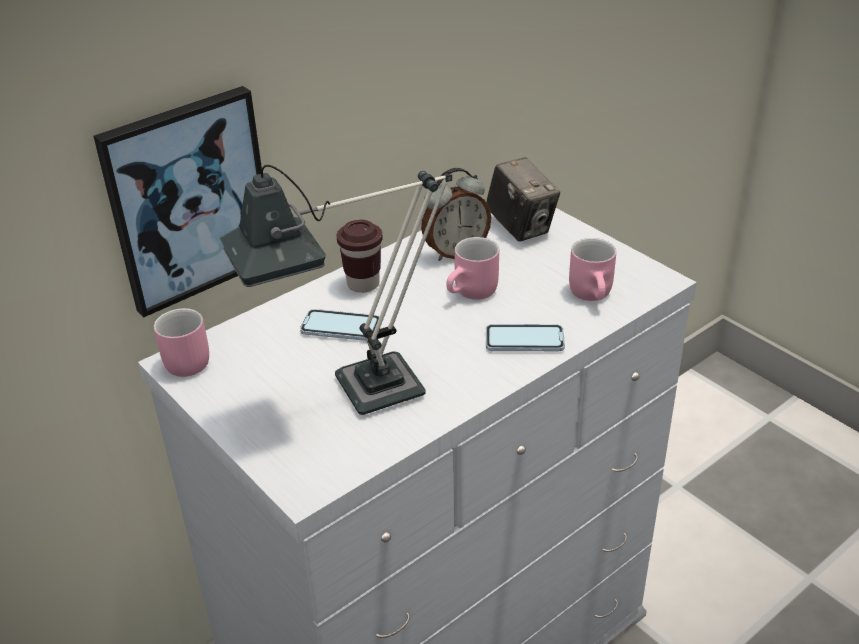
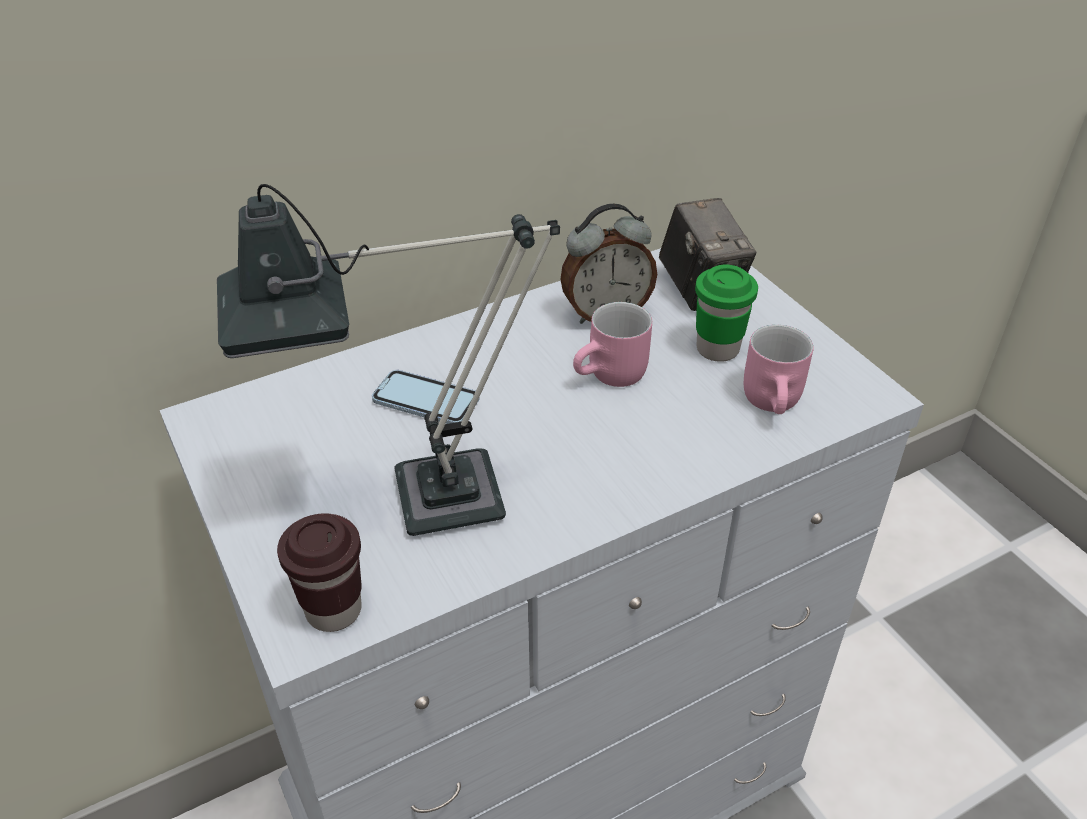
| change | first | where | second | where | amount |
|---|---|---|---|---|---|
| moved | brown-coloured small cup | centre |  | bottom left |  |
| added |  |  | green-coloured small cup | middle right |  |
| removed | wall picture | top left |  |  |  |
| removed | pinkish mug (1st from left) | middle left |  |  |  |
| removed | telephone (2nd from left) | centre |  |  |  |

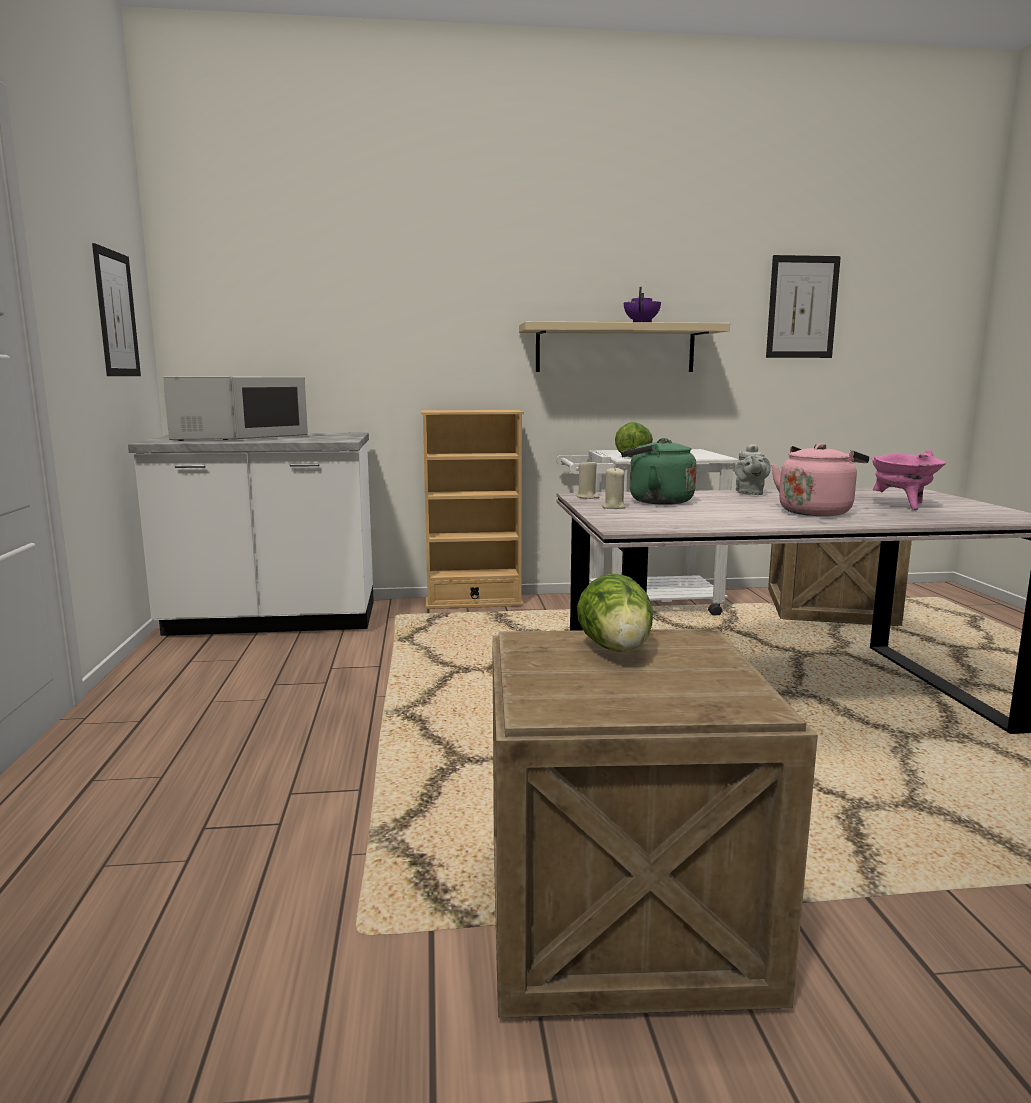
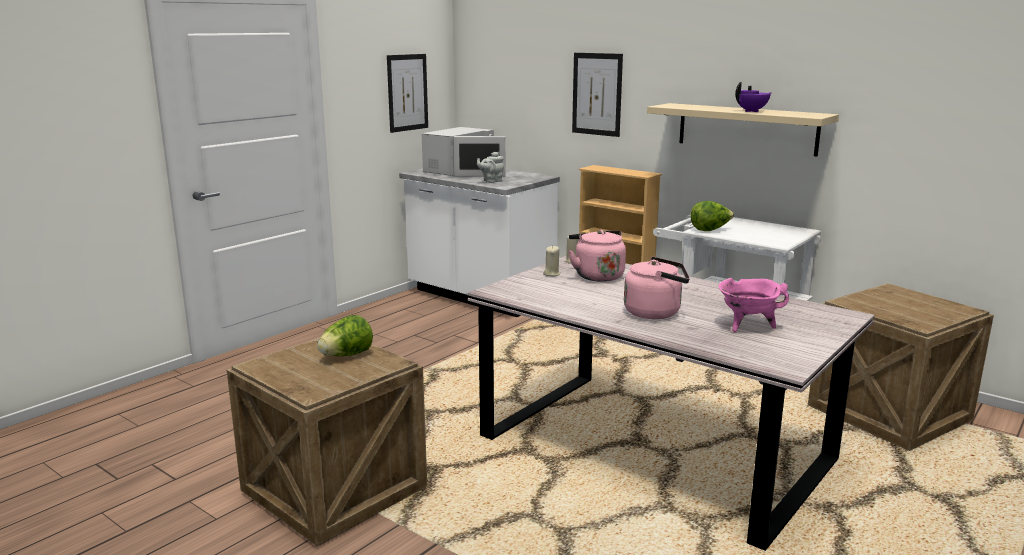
| change | first | where | second | where | amount |
|---|---|---|---|---|---|
| moved | gray teapot | middle right |  | top centre |  |
| recoloured | green-coloured tea kettle | centre | pinkish tea kettle (1st from left) | centre |  |
| moved | wall picture (2nd from left) | top right |  | top centre |  |

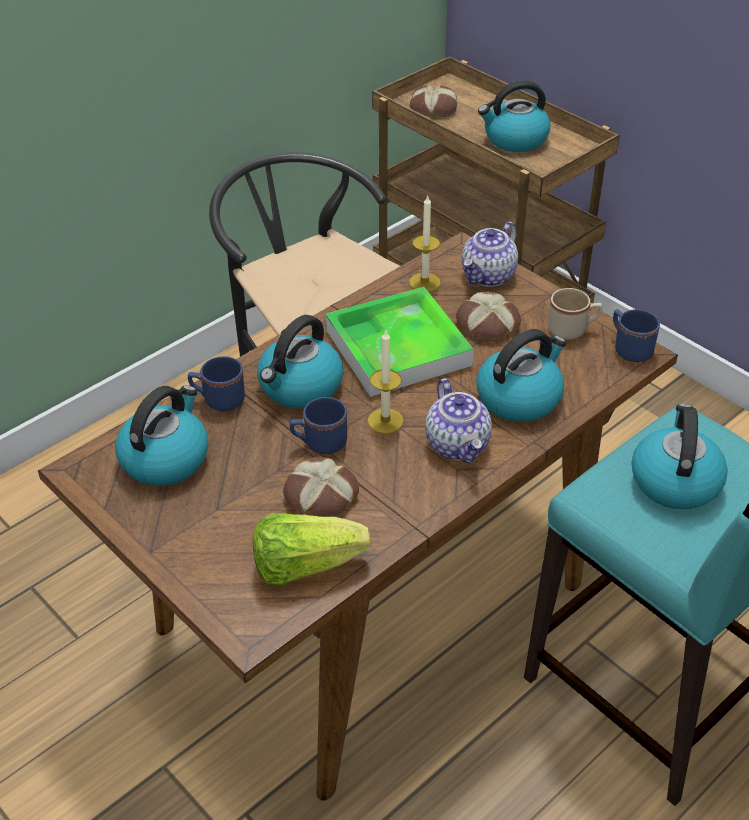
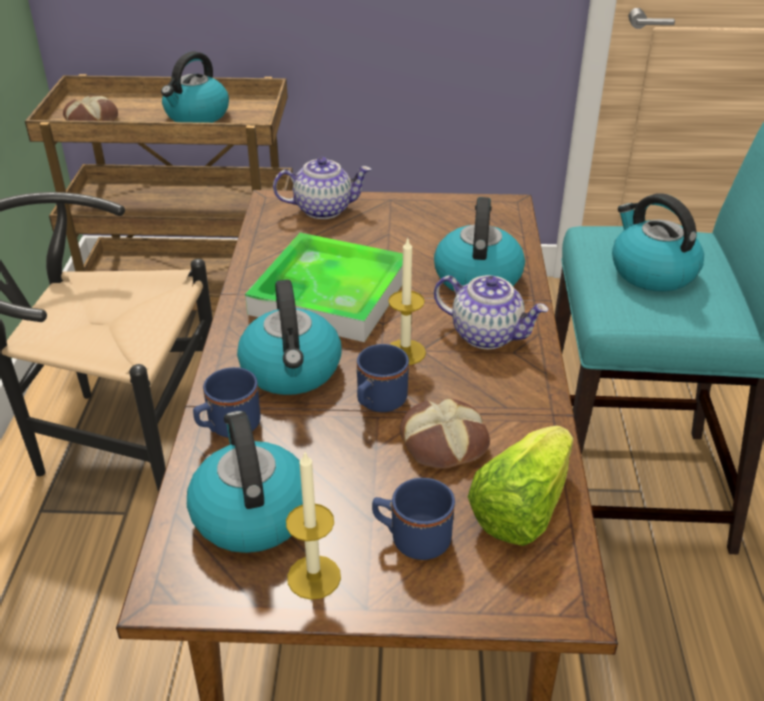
| change | first | where | second | where | amount |
|---|---|---|---|---|---|
| turned | teapot (2nd from left in the first image) | top centre | teapot (1st from left) | top centre | 90 degrees counterclockwise |
| moved | candle (2nd from left in the first image) | top centre | candle (1st from left) | bottom centre |  |
| moved | blue-coloured mug (3rd from left) | middle right |  | bottom centre |  |
| removed | bread (3rd from left) | centre |  |  |  |
| removed | beige mug | middle right |  |  |  |

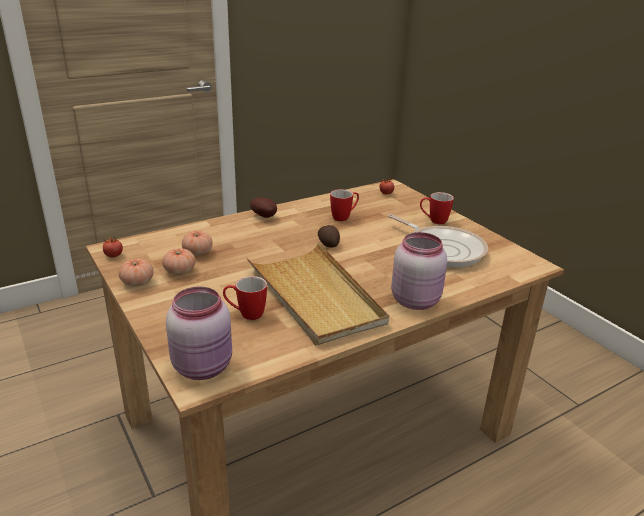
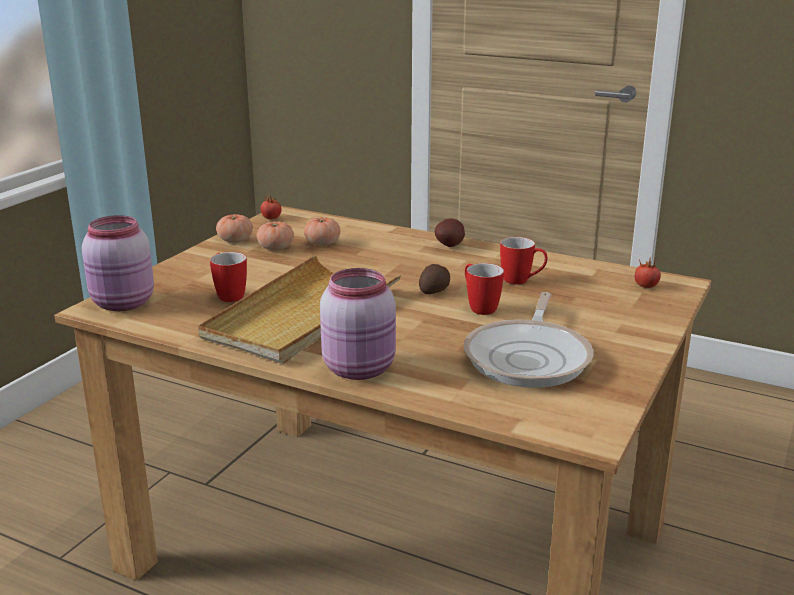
| change | first | where | second | where | amount |
|---|---|---|---|---|---|
| moved | mug (3rd from left in the first image) | middle right | mug (2nd from left) | centre |  |

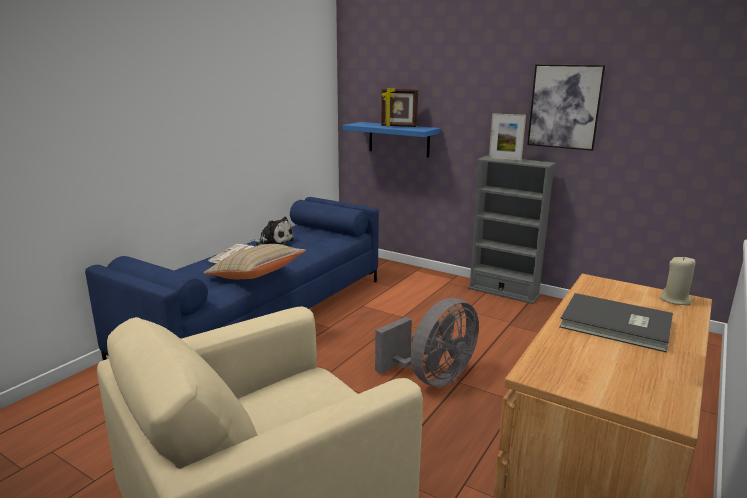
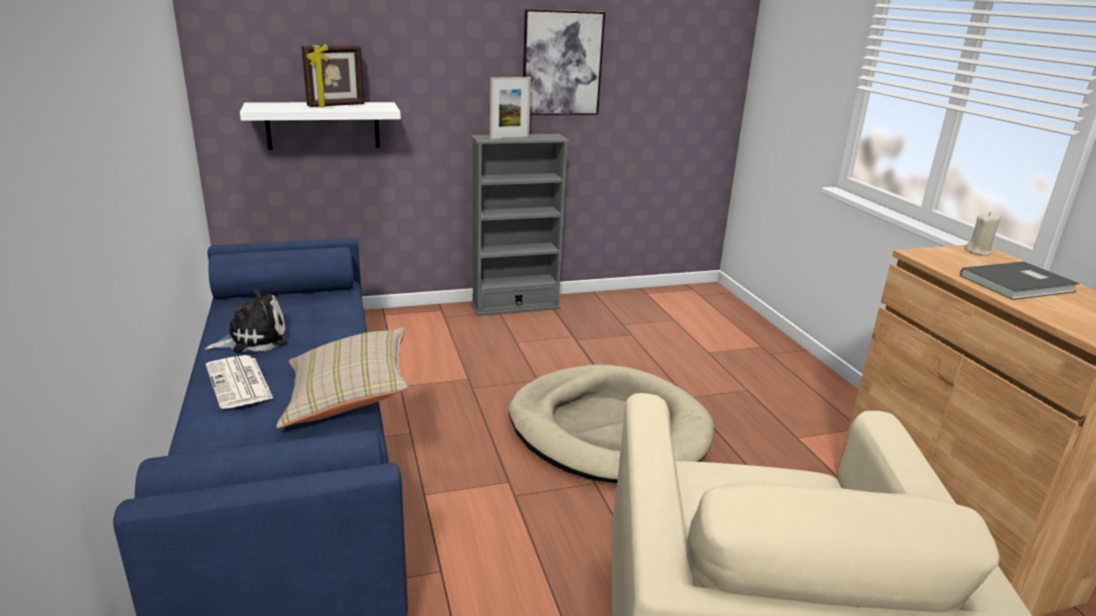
| change | first | where | second | where | amount |
|---|---|---|---|---|---|
| recoloured | blue-coloured bracket shelf | top centre | whitish bracket shelf | top left |  |
| replaced | gray electric fan | bottom centre | beige dog cushion | bottom centre |  |

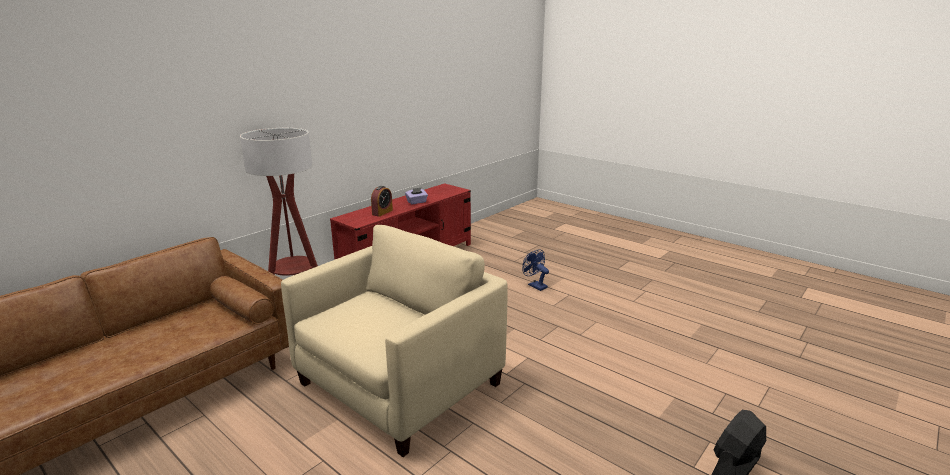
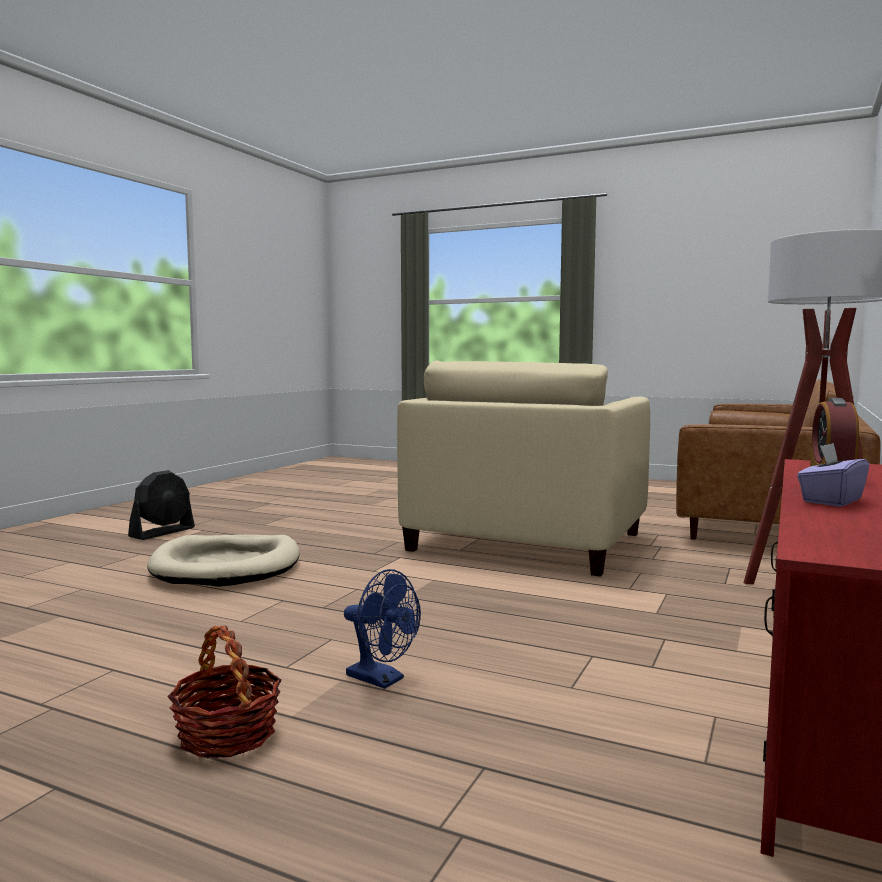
| change | first | where | second | where | amount |
|---|---|---|---|---|---|
| added |  |  | beige dog cushion | middle left |  |
| added |  |  | storage basket | bottom left |  |

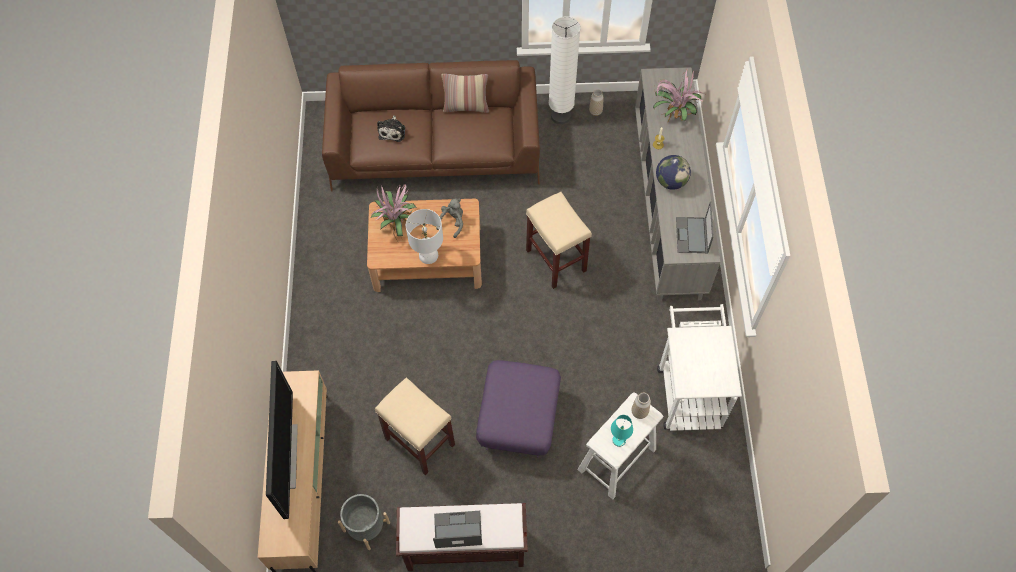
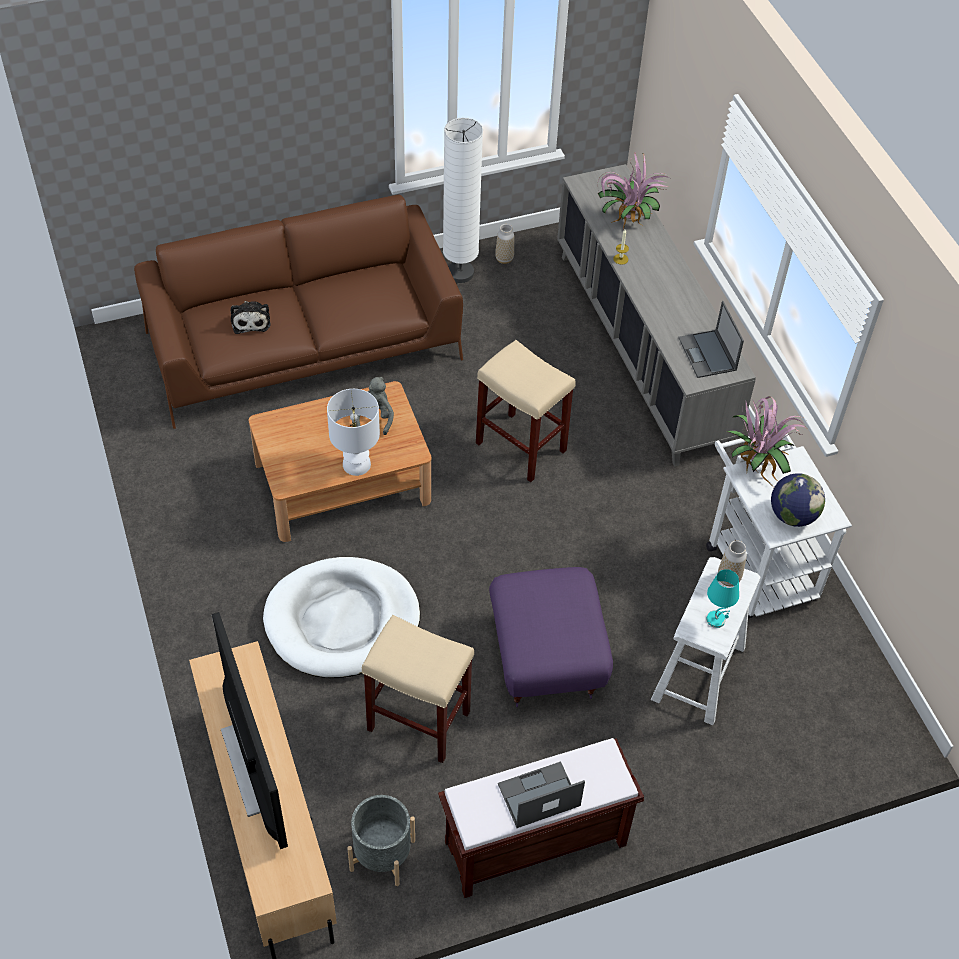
| change | first | where | second | where | amount |
|---|---|---|---|---|---|
| added |  |  | whitish dog cushion | centre |  |
| moved | potted plant (1st from left in the first image) | centre | potted plant (2nd from left) | middle right |  |
| moved | world globe | top centre |  | middle right |  |
| removed | throw pillow | top centre |  |  |  |

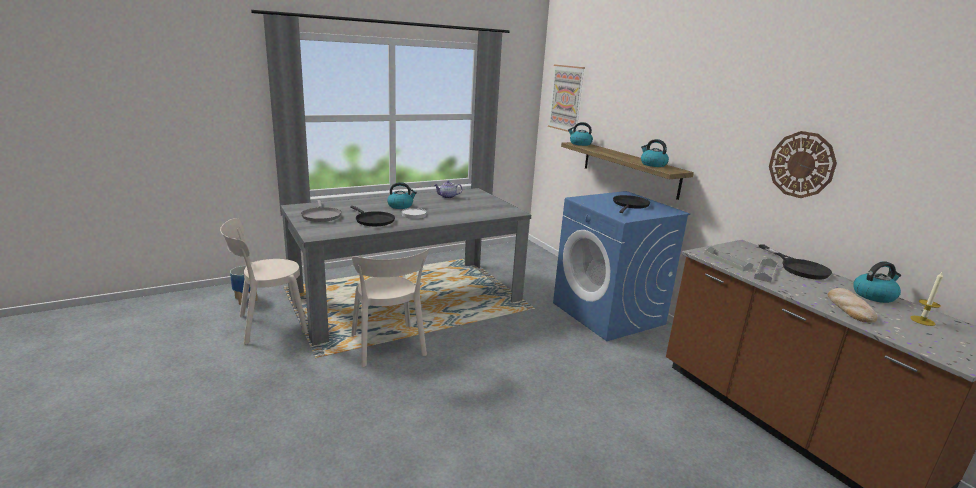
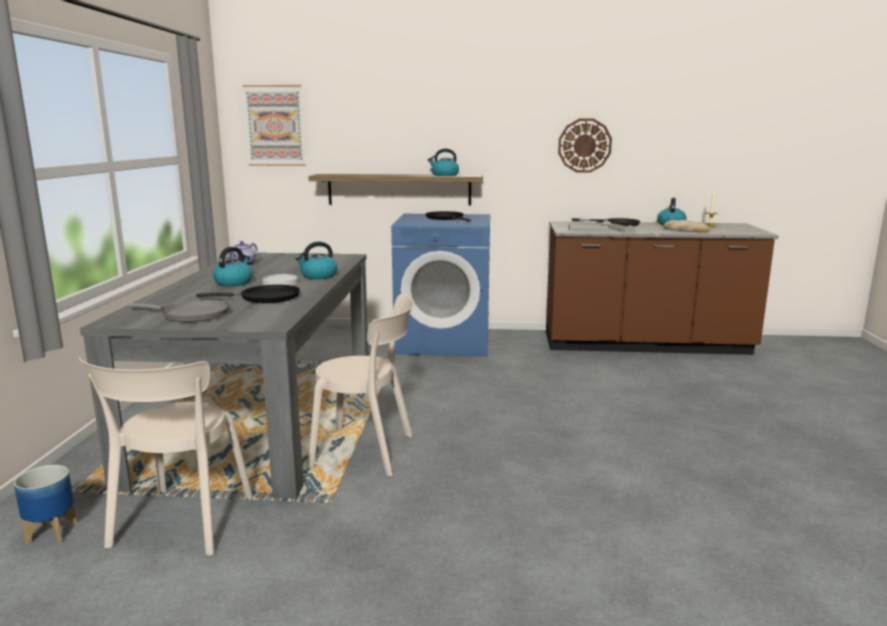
| change | first | where | second | where | amount |
|---|---|---|---|---|---|
| moved | tea kettle (2nd from left) | top centre |  | centre |  |

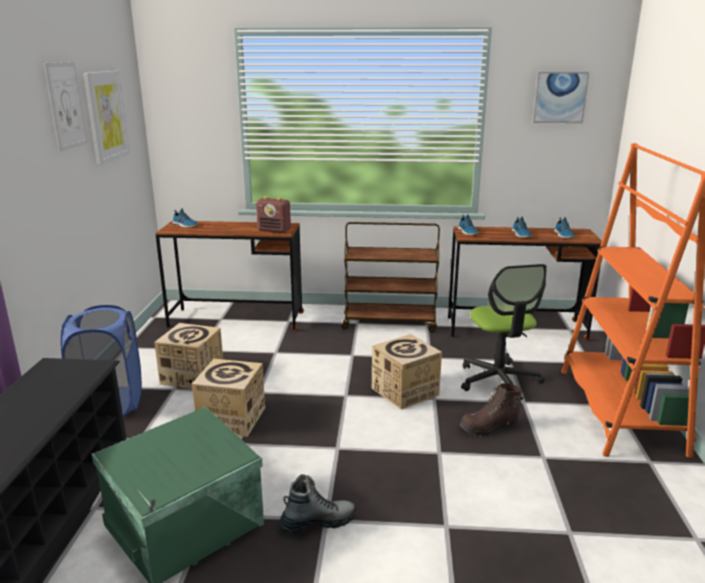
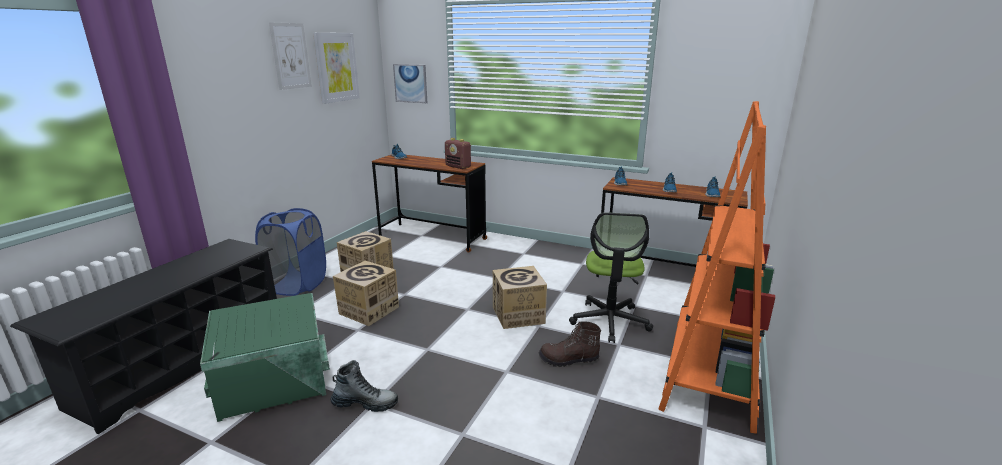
| change | first | where | second | where | amount |
|---|---|---|---|---|---|
| moved | wall picture (3rd from left) | top right |  | top centre |  |
| removed | brown-coloured wheeled cart | centre |  |  |  |

